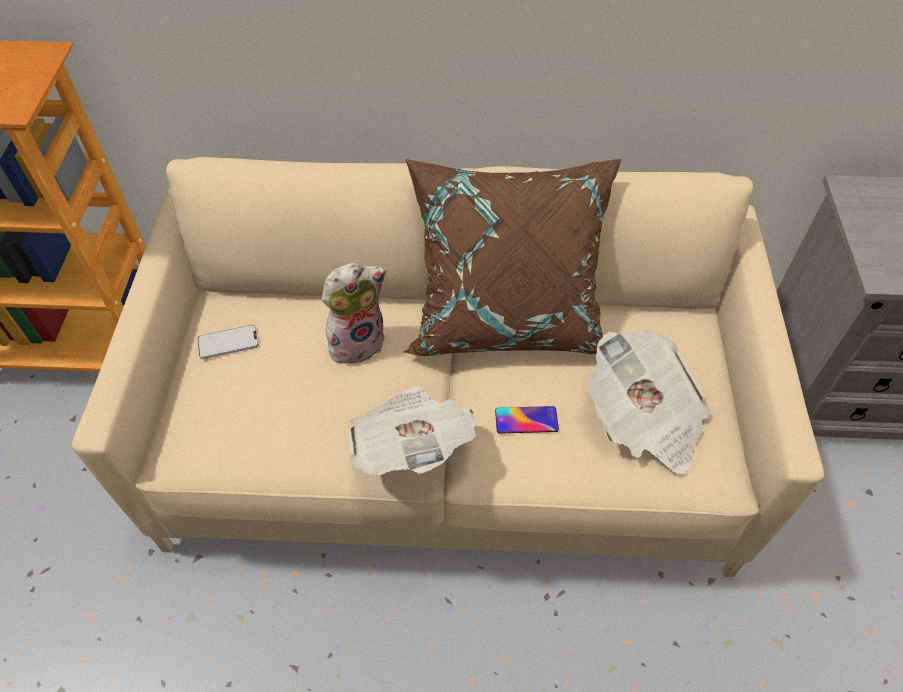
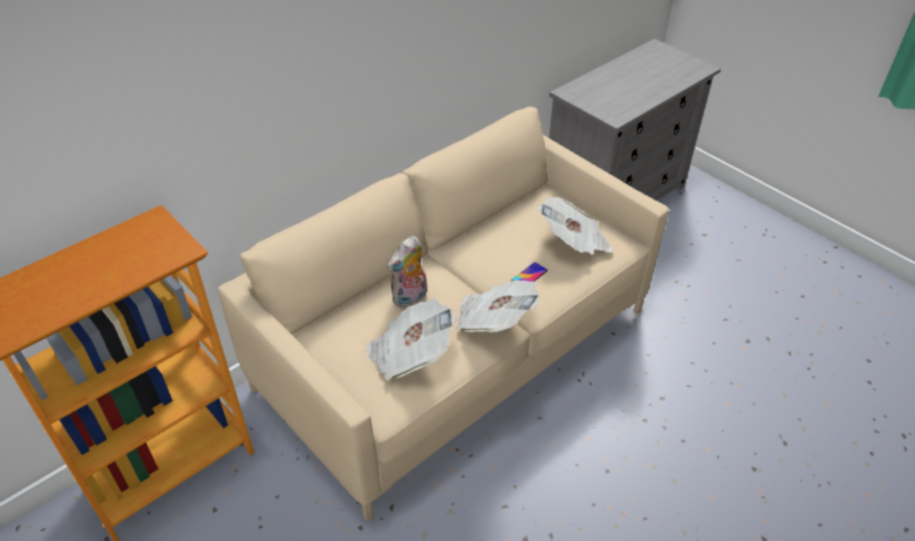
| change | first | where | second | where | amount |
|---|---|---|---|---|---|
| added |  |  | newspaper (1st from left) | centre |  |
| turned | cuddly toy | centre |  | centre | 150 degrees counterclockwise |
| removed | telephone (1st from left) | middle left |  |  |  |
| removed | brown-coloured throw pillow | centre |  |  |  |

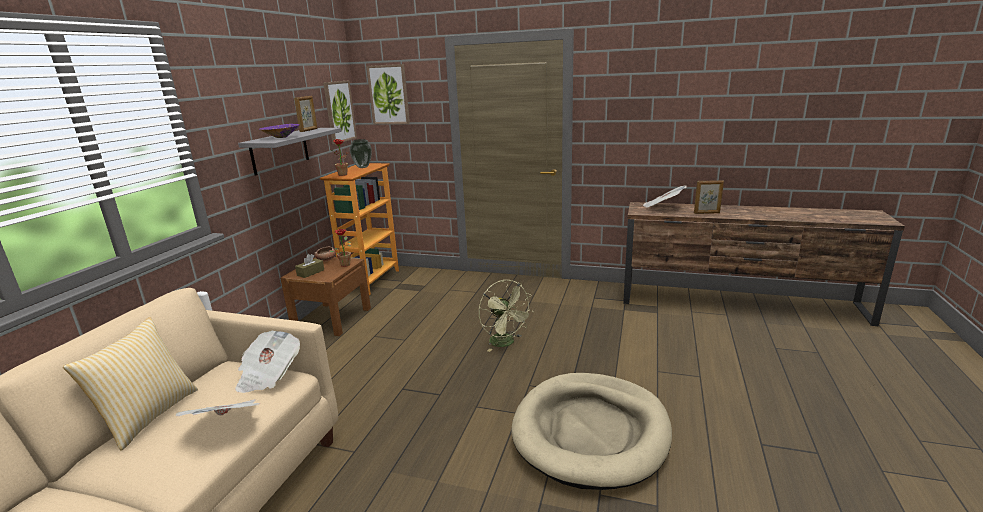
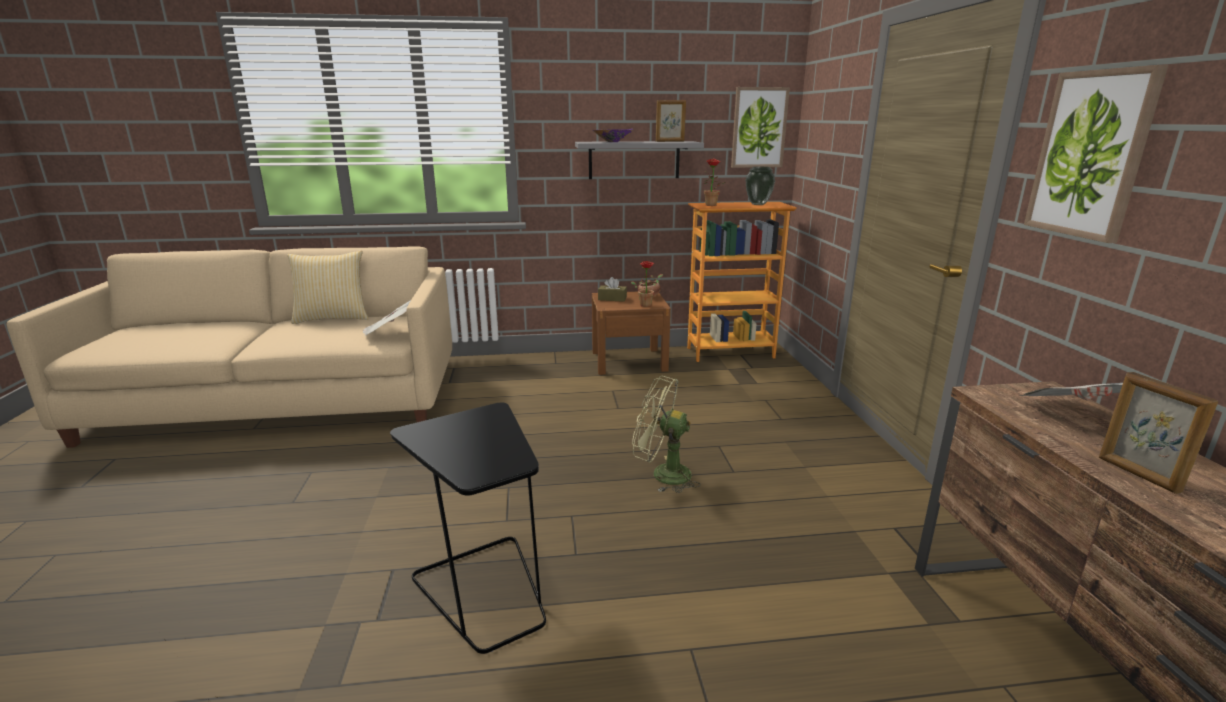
| change | first | where | second | where | amount |
|---|---|---|---|---|---|
| replaced | beige dog cushion | bottom centre | blackish end table | bottom centre |  |
| turned | green-coloured electric fan | centre |  | centre | 75 degrees clockwise |
| moved | wall picture (2nd from left) | top centre |  | top right |  |
| removed | newspaper (1st from left) | bottom left |  |  |  |

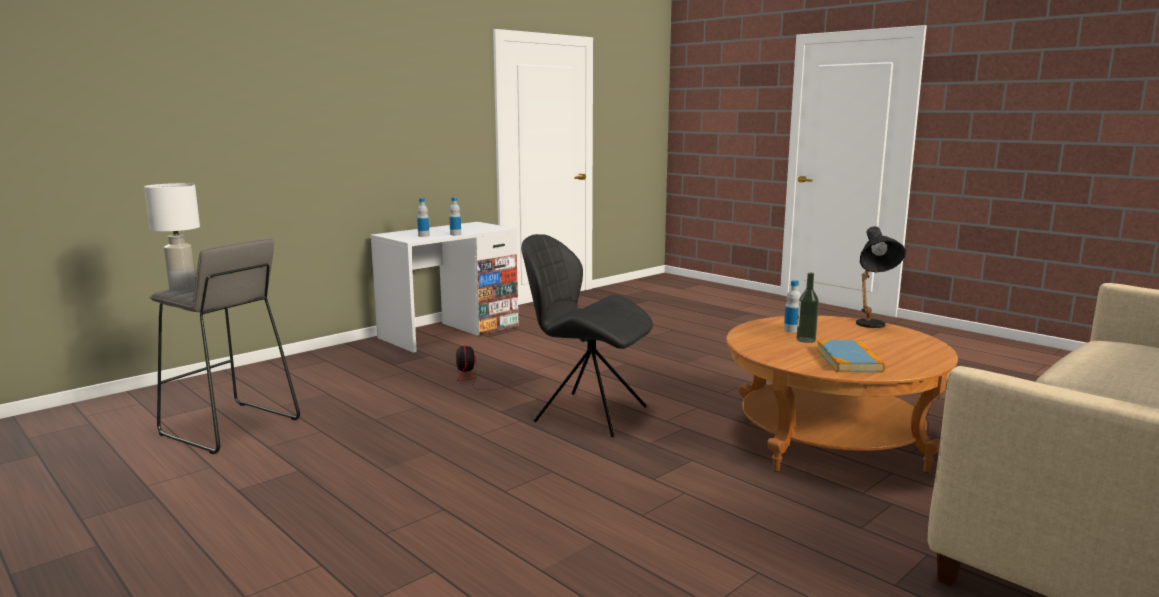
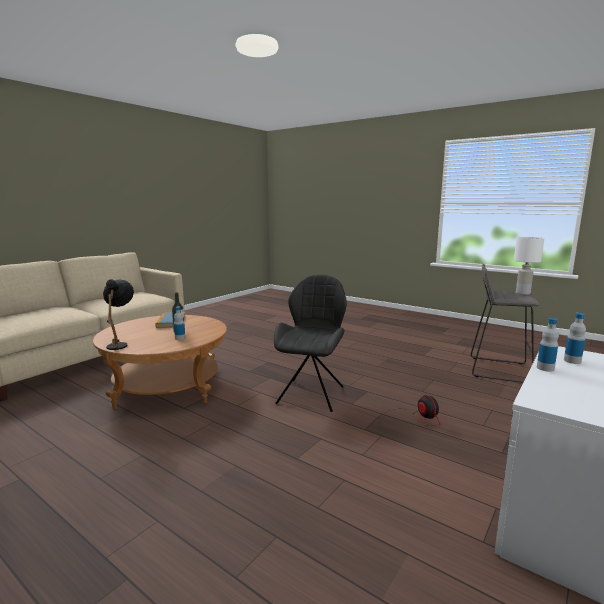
| change | first | where | second | where | amount |
|---|---|---|---|---|---|
| turned | blackish chair | centre |  | centre | 90 degrees counterclockwise |

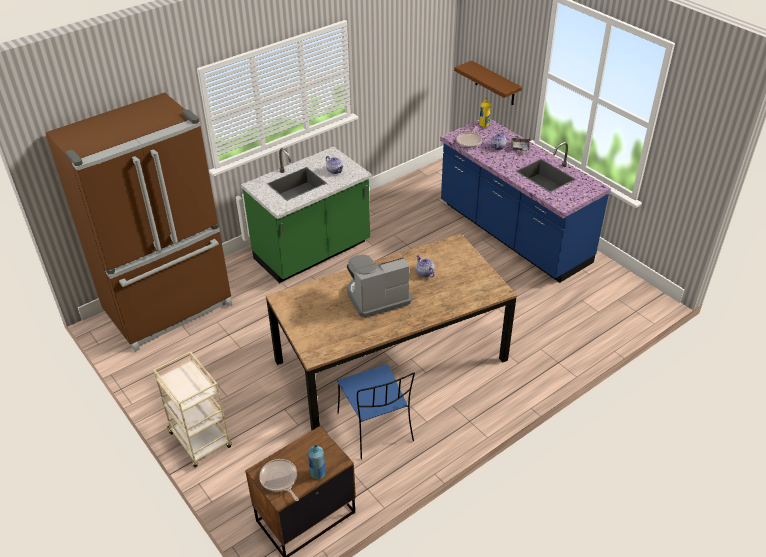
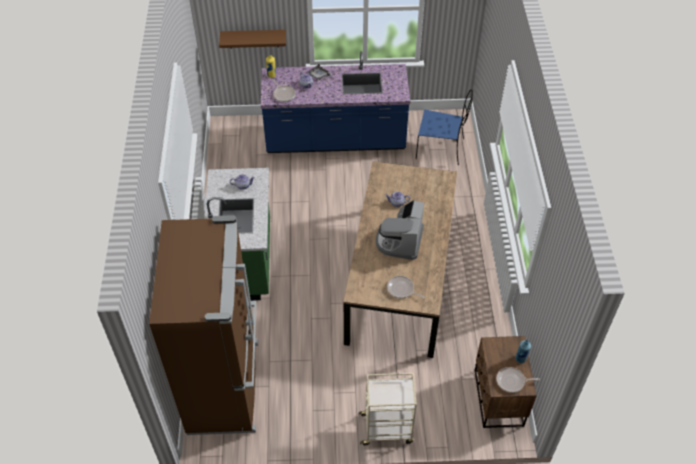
| change | first | where | second | where | amount |
|---|---|---|---|---|---|
| added |  |  | skillet (2nd from left) | centre |  |
| moved | blue-coloured chair | bottom centre |  | top centre |  |

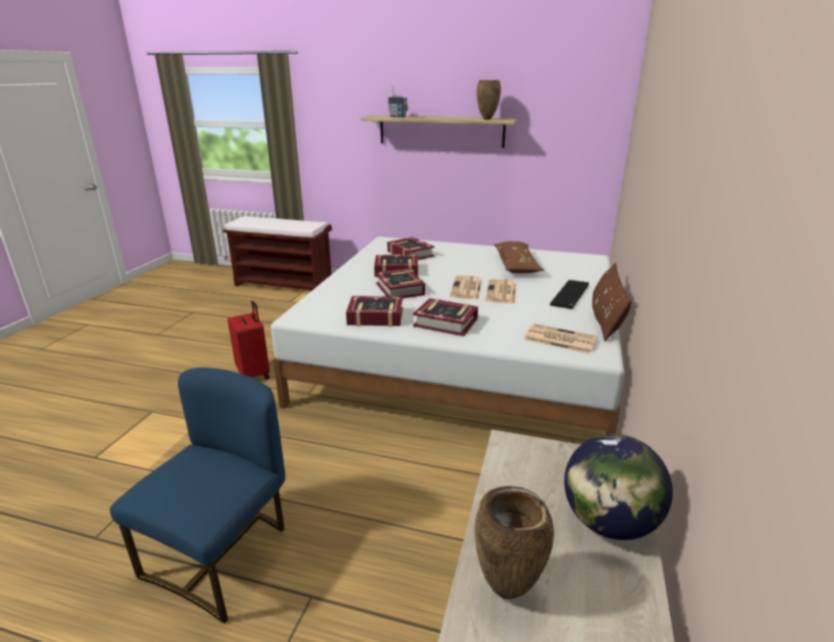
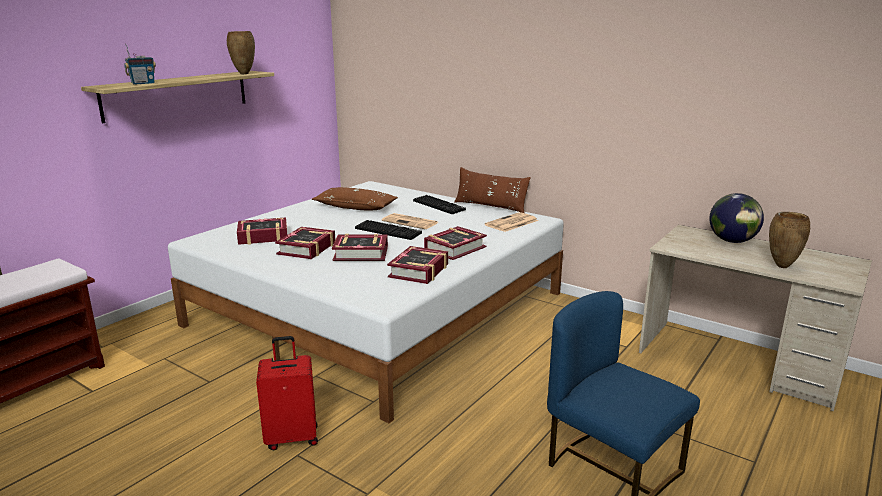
| change | first | where | second | where | amount |
|---|---|---|---|---|---|
| replaced | newspaper (1st from left) | centre | keyboard (1st from left) | centre |  |

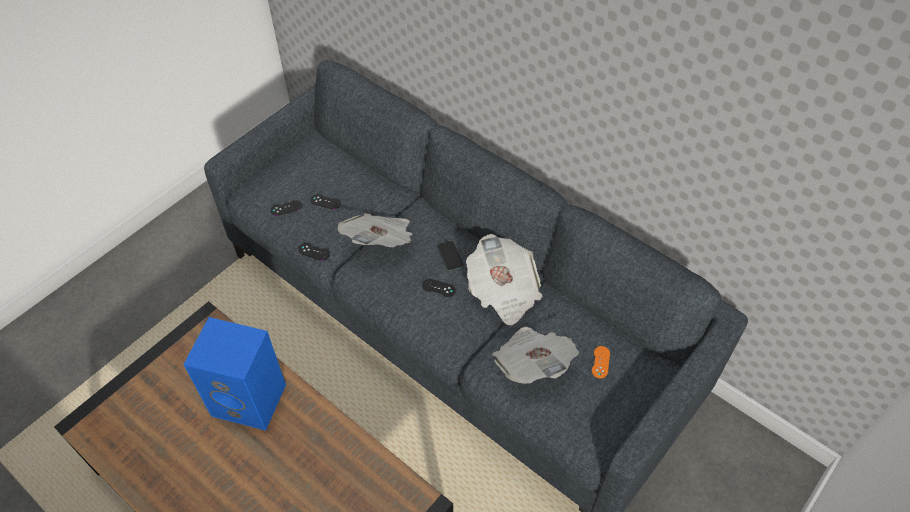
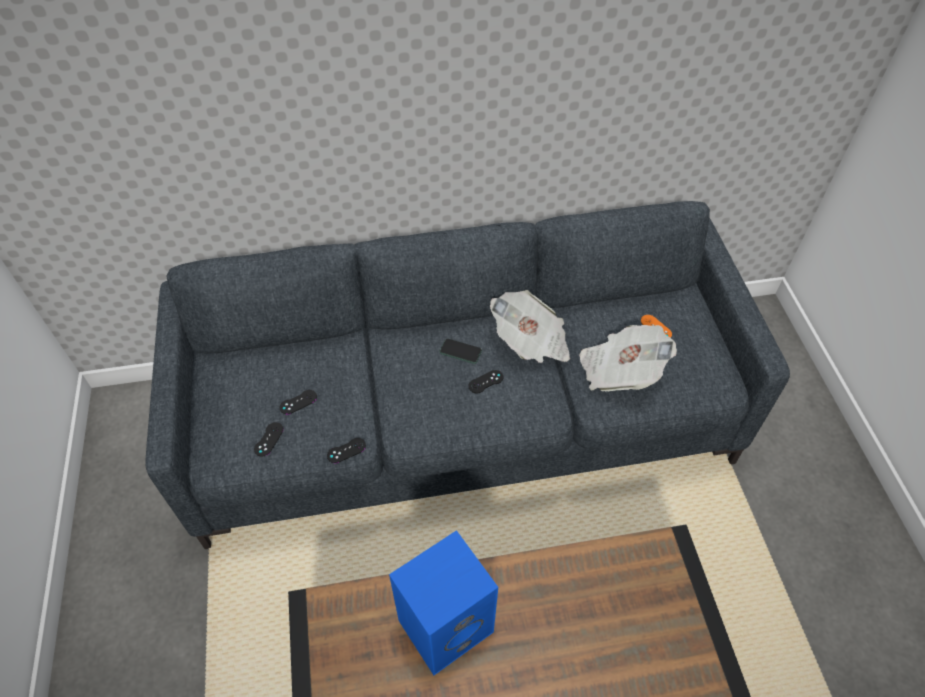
| change | first | where | second | where | amount |
|---|---|---|---|---|---|
| removed | newspaper (1st from left) | centre |  |  |  |

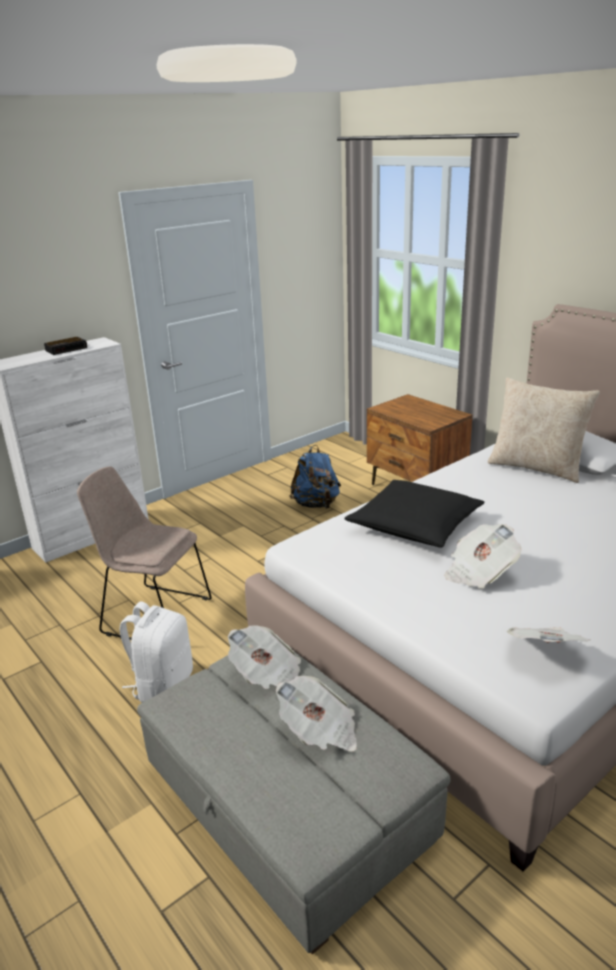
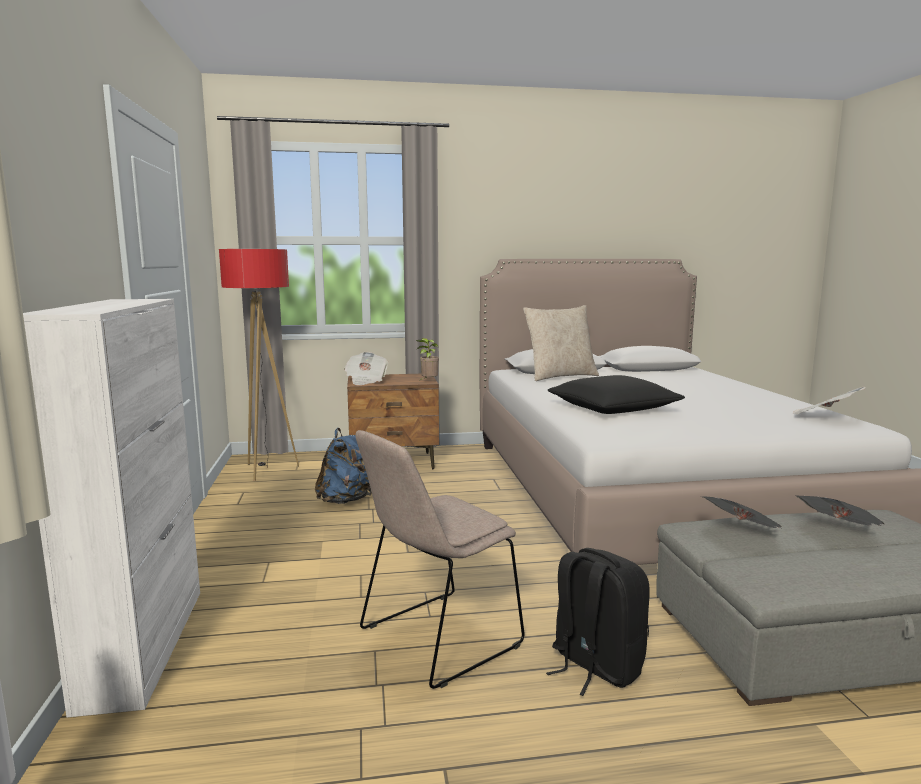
| change | first | where | second | where | amount |
|---|---|---|---|---|---|
| added |  |  | standing lamp | middle left |  |
| moved | newspaper (3rd from left in the first image) | middle right | newspaper (1st from left) | centre |  |
| added |  |  | potted plant | centre |  |
| recoloured | whitish rucksack | bottom left | blackish rucksack | bottom centre |  |
| removed | table clock | middle left |  |  |  |

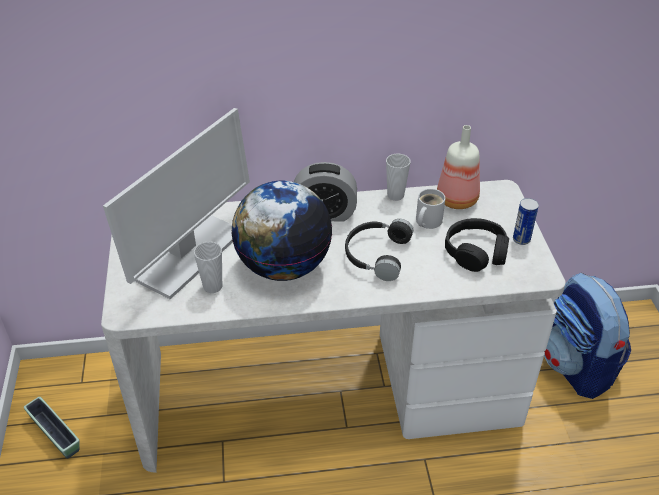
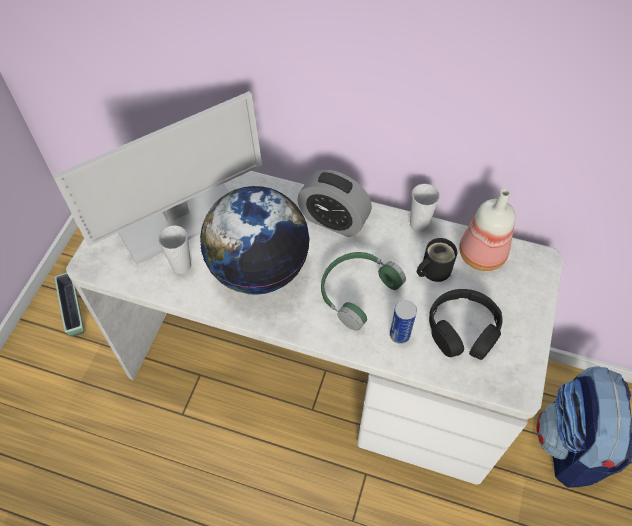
| change | first | where | second | where | amount |
|---|---|---|---|---|---|
| recoloured | blackish headset (1st from left) | centre | green-coloured headset | centre |  |
| moved | sealed can | middle right |  | centre |  |
| recoloured | whitish mug | centre | blackish mug | middle right |  |

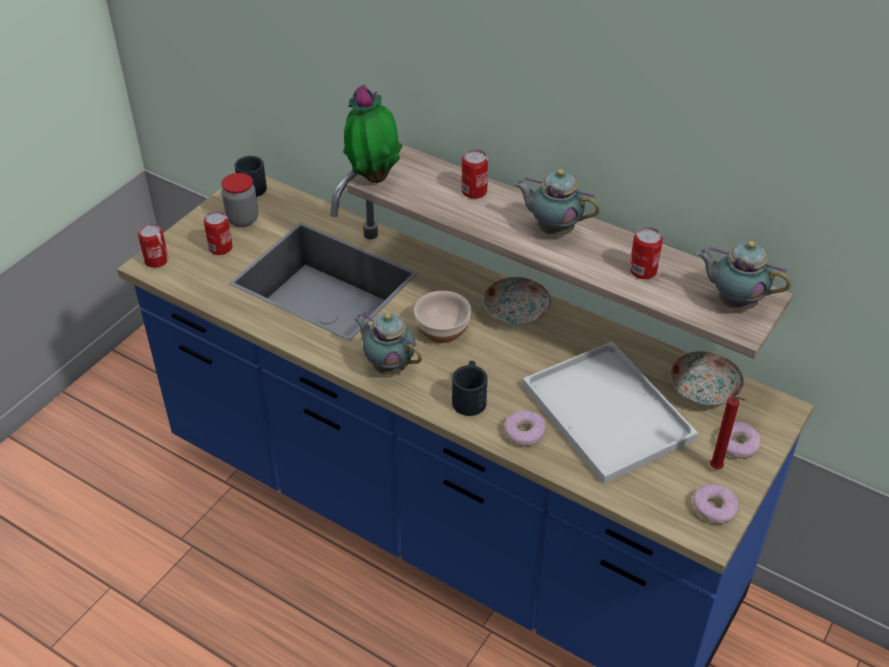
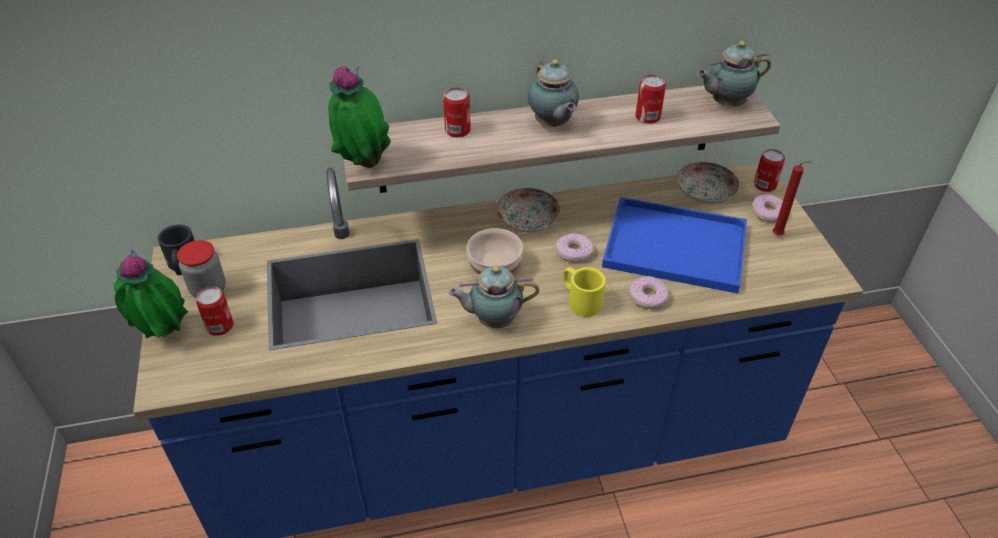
| change | first | where | second | where | amount |
|---|---|---|---|---|---|
| added |  |  | potted plant (1st from left) | middle left |  |
| turned | teapot (2nd from left) | top centre |  | top centre | 90 degrees counterclockwise |
| moved | ring doughnut (2nd from left in the first image) | bottom right | ring doughnut (1st from left) | centre |  |
| recoloured | blackish mug (2nd from left) | centre | yellow mug | centre |  |
| recoloured | whitish carrying tray | middle right | blue-coloured carrying tray | middle right |  |
| moved | sealed can (1st from left in the first image) | middle left | sealed can (4th from left) | top right |  |

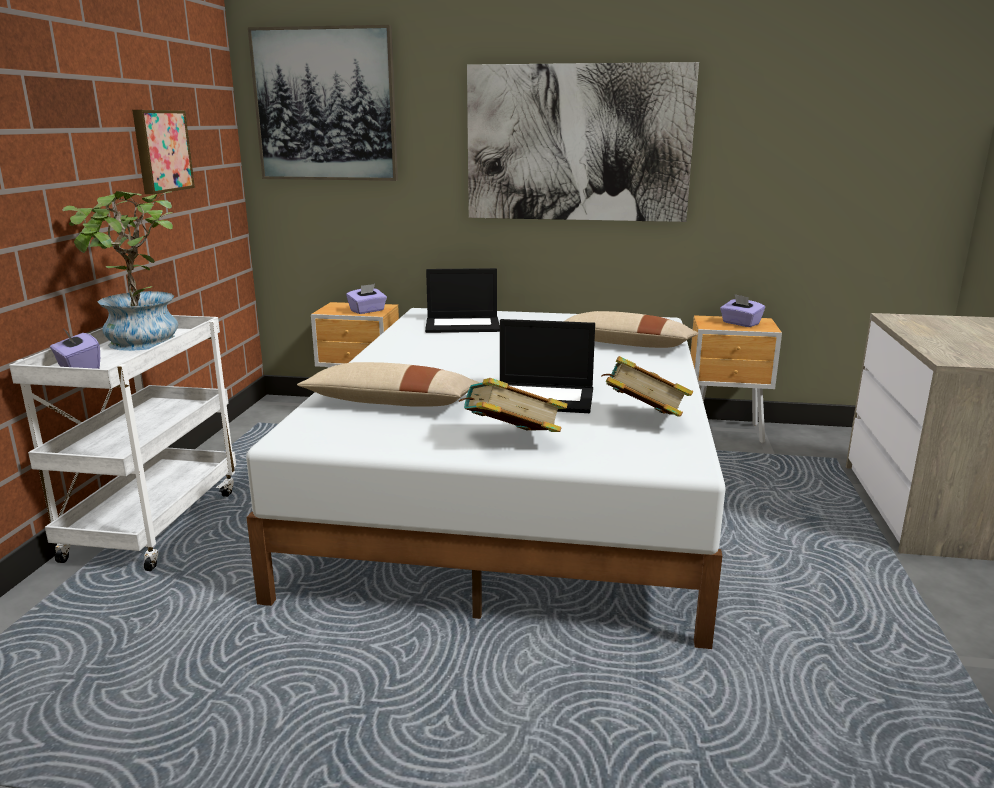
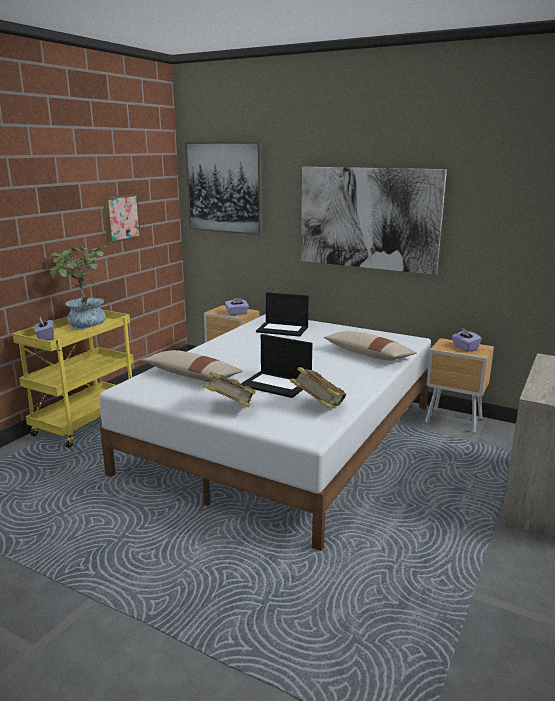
| change | first | where | second | where | amount |
|---|---|---|---|---|---|
| recoloured | whitish wheeled cart | middle left | yellow wheeled cart | middle left |  |

